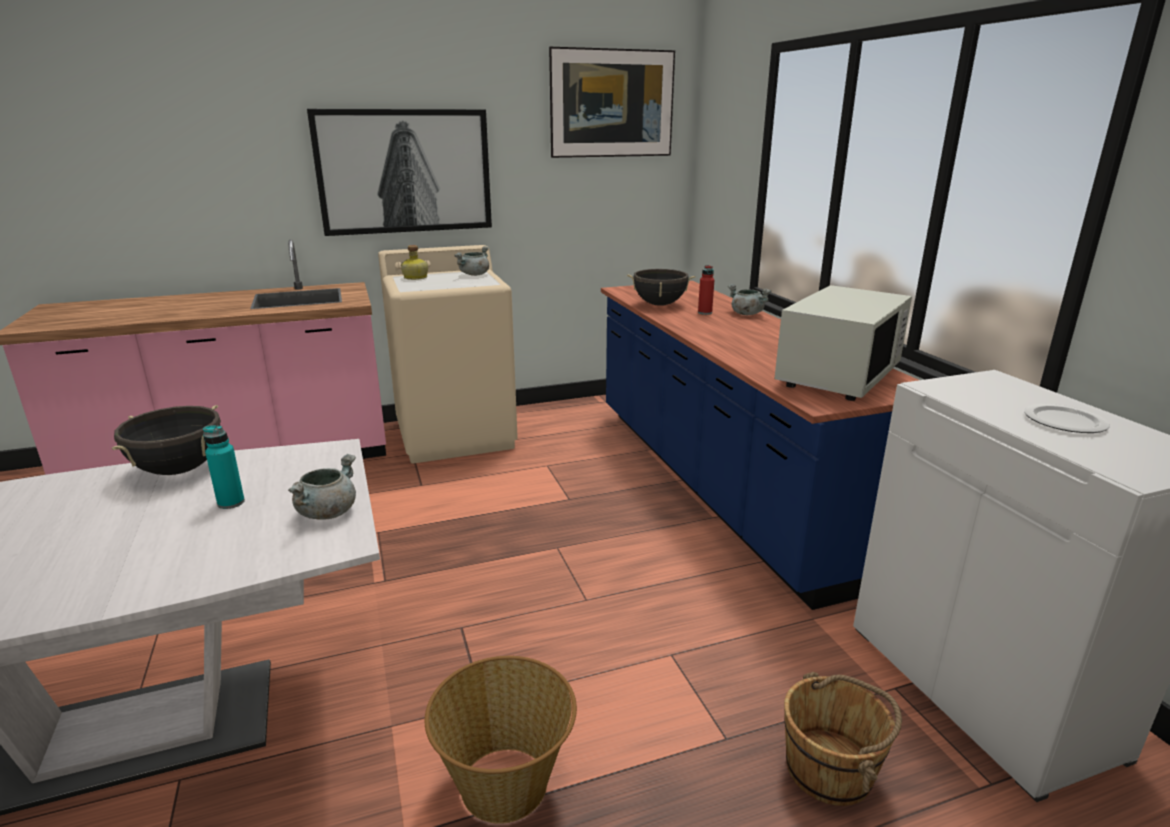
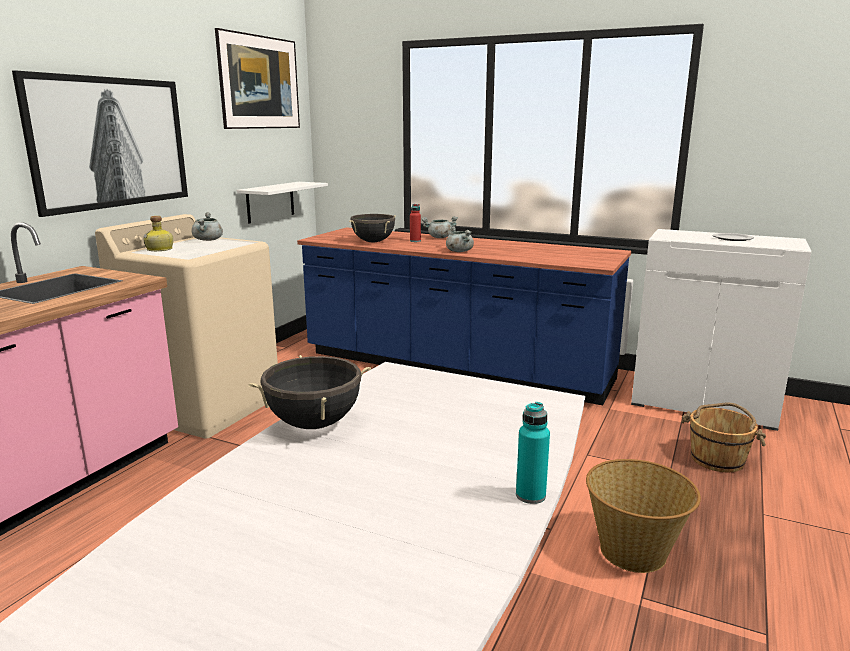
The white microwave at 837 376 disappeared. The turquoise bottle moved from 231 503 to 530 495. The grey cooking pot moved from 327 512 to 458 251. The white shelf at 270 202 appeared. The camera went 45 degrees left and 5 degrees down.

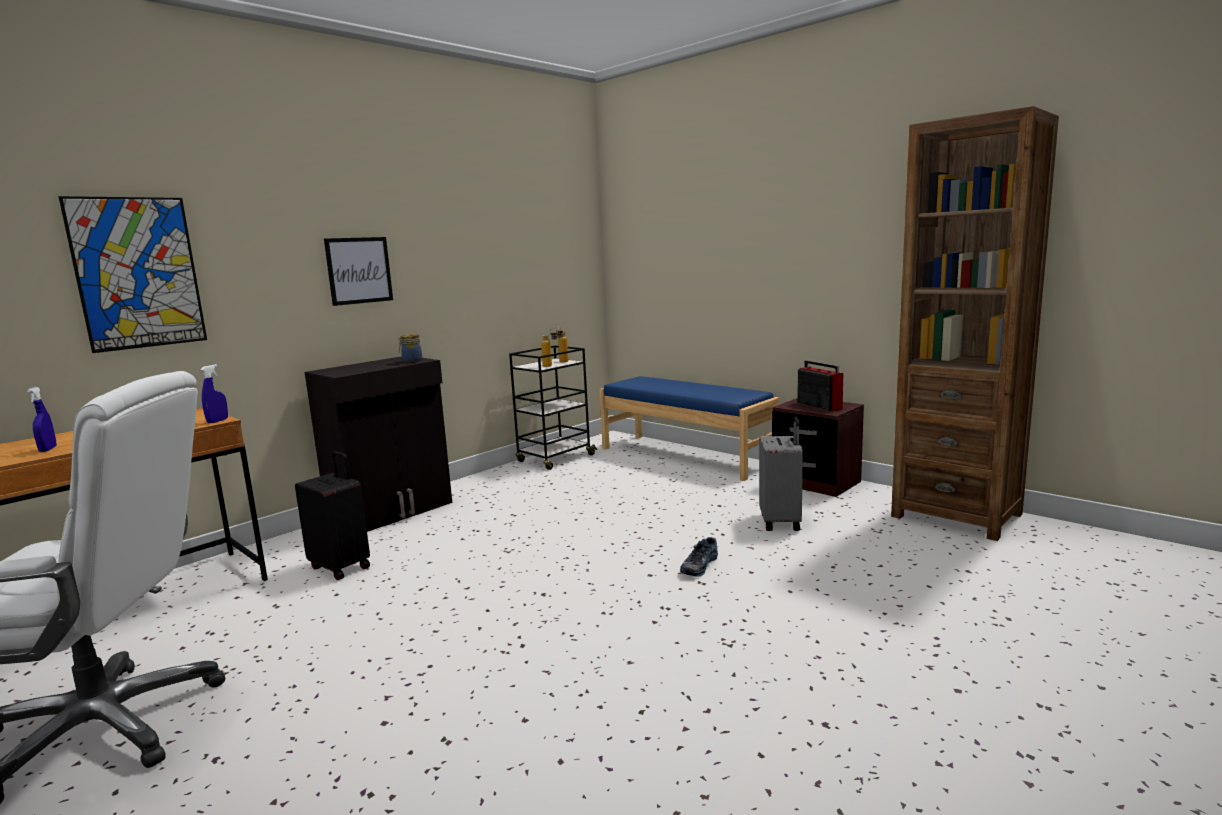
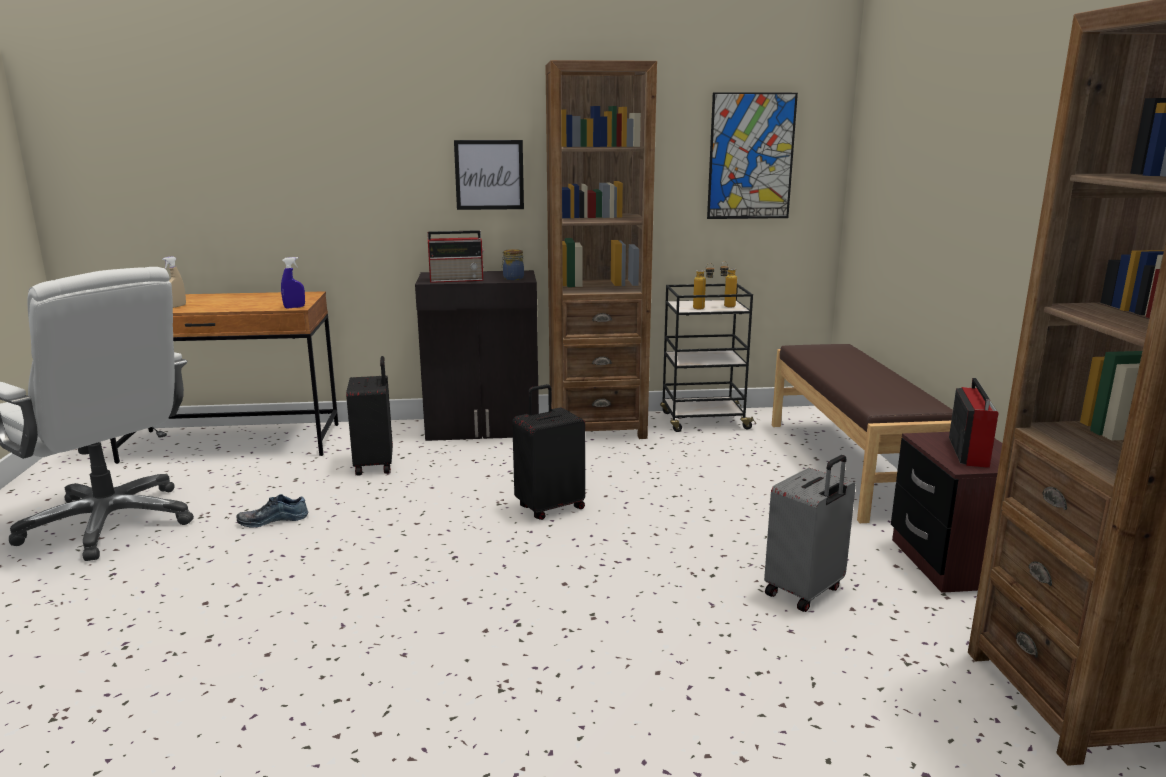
The picture moved from 137 273 to 751 156. The blue bench at 686 456 became the brown bench at 850 466. The blue spray bottle at 48 449 became the beige spray bottle at 177 306. The shoe moved from 698 565 to 273 519. The brown bookcase at 596 426 appeared. The radio at 457 280 appeared. The black suitcase at 549 507 appeared. The camera went 40 degrees right and 5 degrees up.

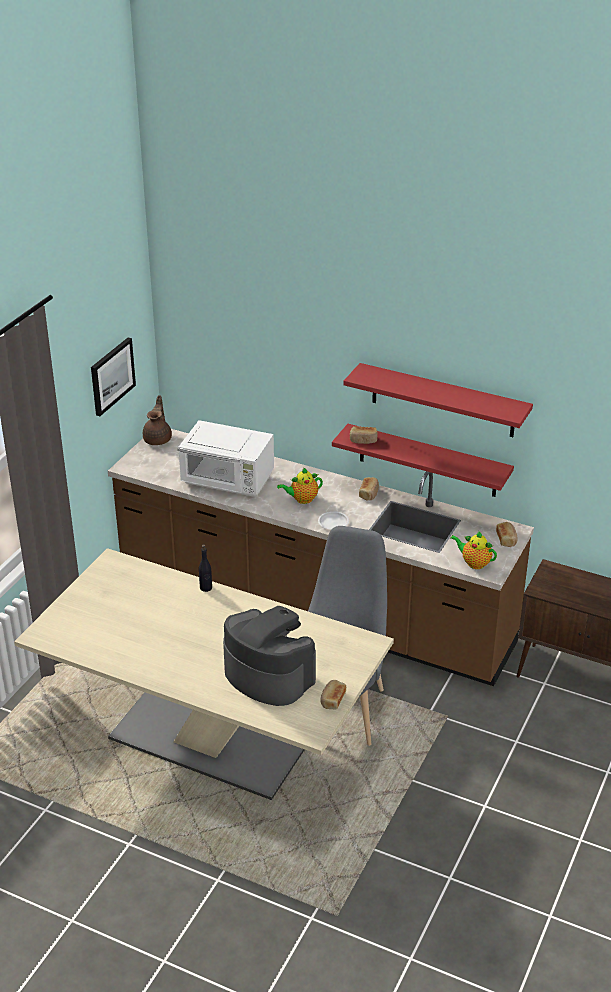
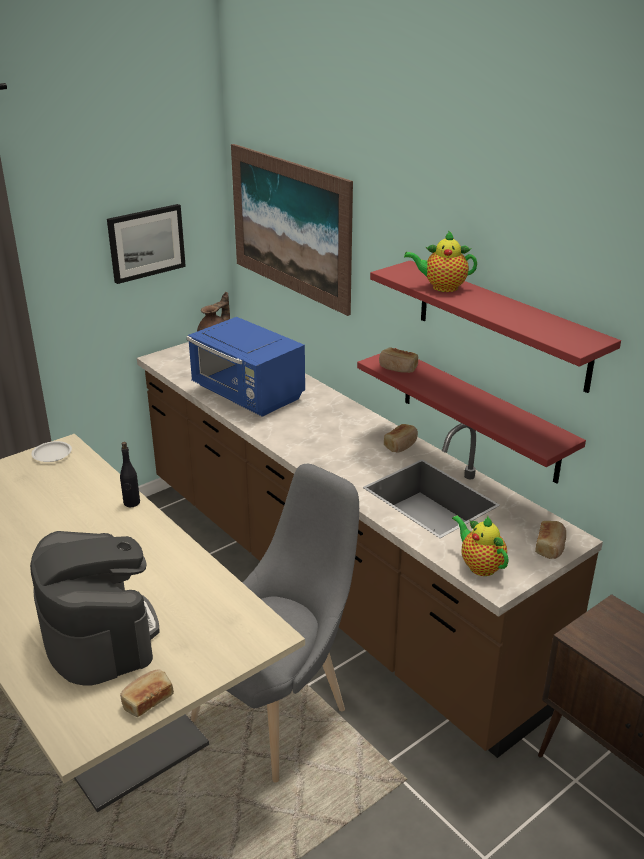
The white microwave at 228 482 became the blue microwave at 248 395. The teapot moved from 302 499 to 442 287. The white plate moved from 333 522 to 52 454. The picture at 290 226 appeared. The camera went 25 degrees right and 5 degrees down.

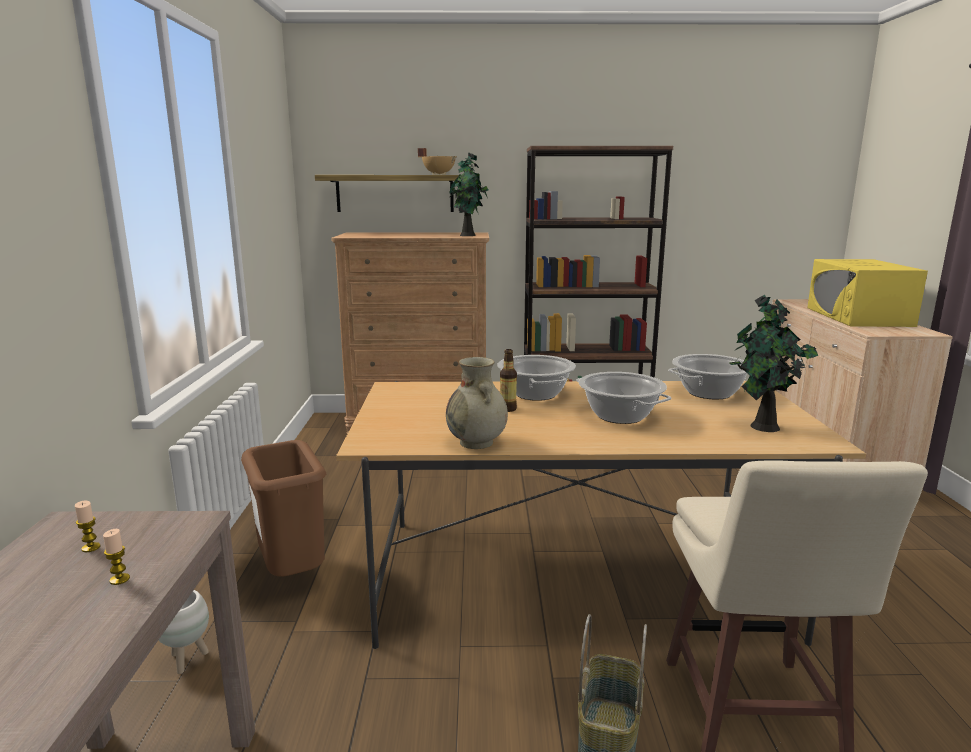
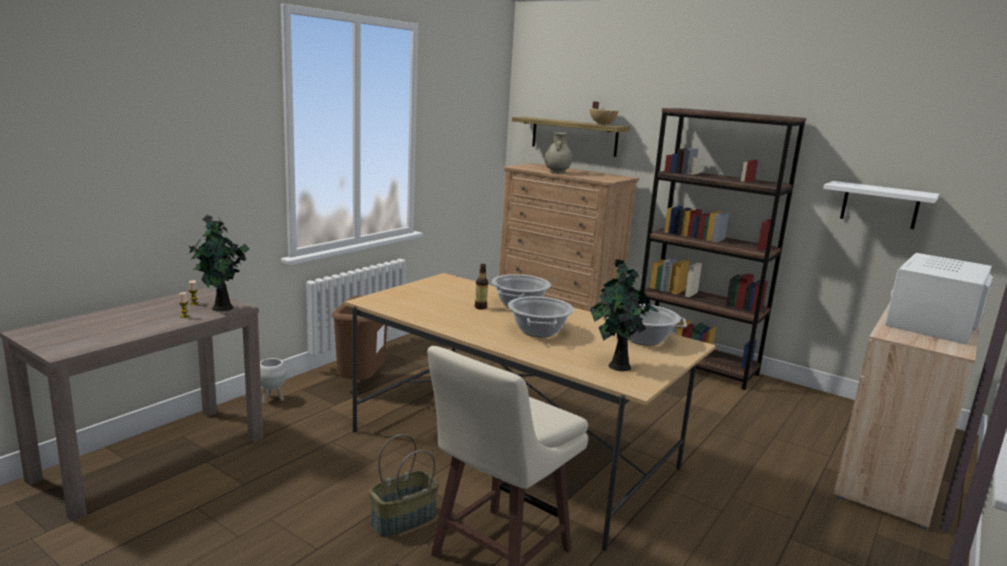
The potted plant moved from 468 235 to 222 308. The yellow microwave at 858 317 became the white microwave at 932 322. The beige vase moved from 477 443 to 557 172. The white shelf at 880 205 appeared. The camera went 35 degrees right and 0 degrees up.

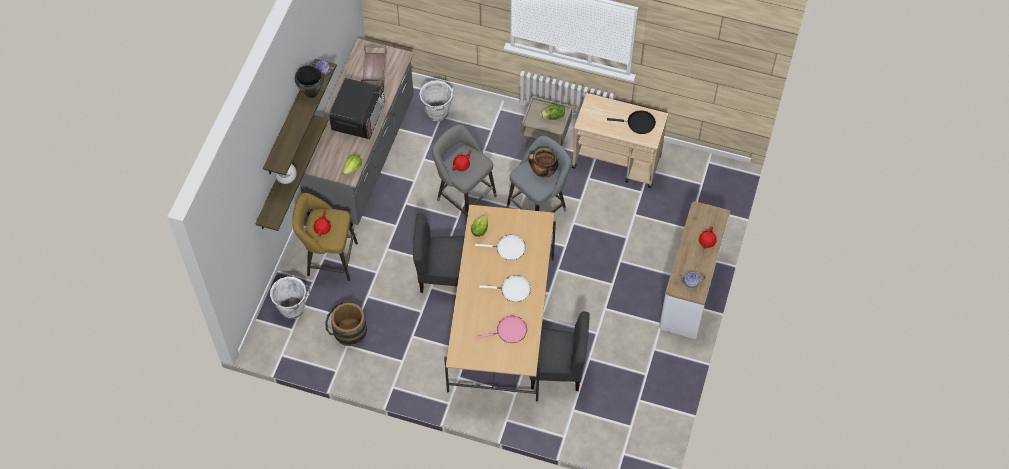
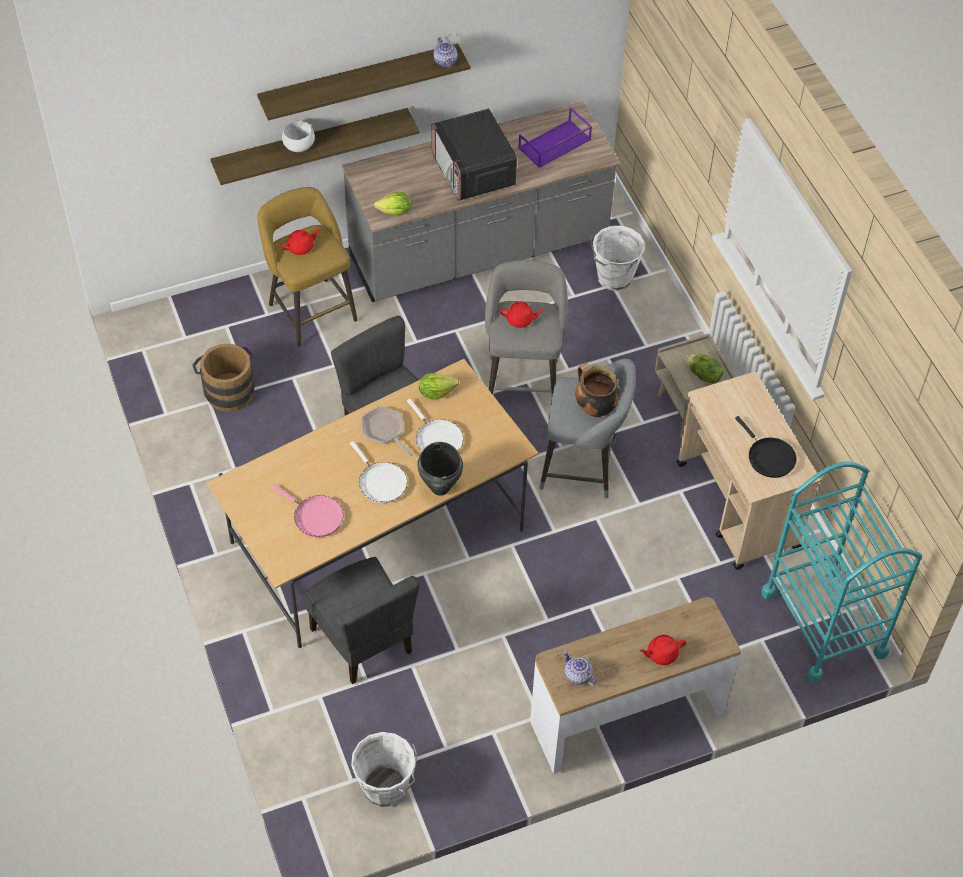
The brown tray at 374 70 became the purple tray at 554 144. The black cooking pot moved from 311 93 to 440 487. The microwave at 358 117 turned 90 degrees clockwise. The white bucket moved from 293 308 to 386 788. The frying pan at 384 431 appeared. The turquoise cart at 823 623 appeared. The camera went 50 degrees right and 5 degrees down.

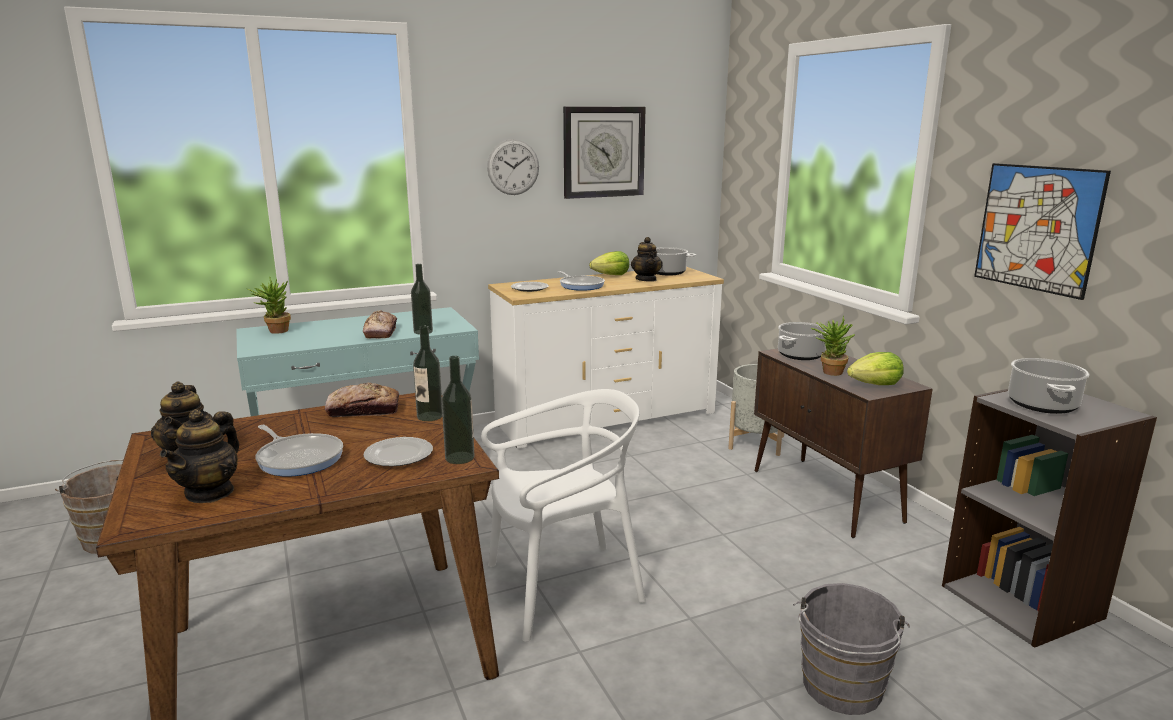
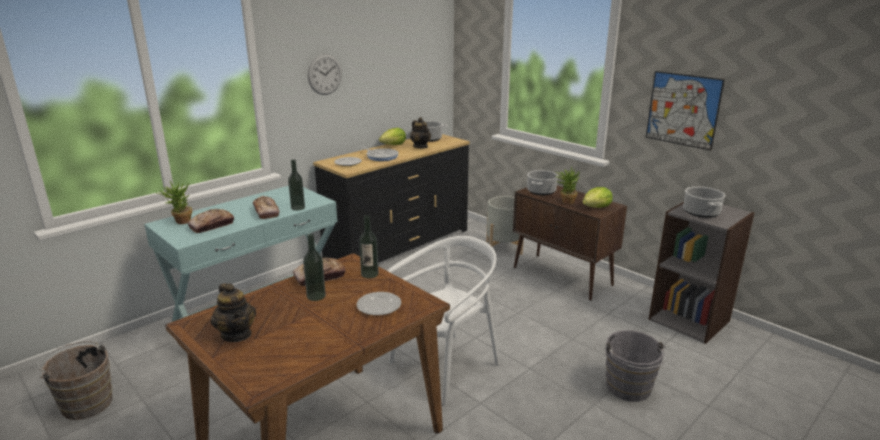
The wall clock at 603 152 disappeared. The white dresser at 606 418 became the black dresser at 398 245. The bottle moved from 460 458 to 316 296. The teapot at 210 492 disappeared. The frying pan at 299 458 disappeared. The bread at 212 225 appeared. The camera went 20 degrees left and 5 degrees up.

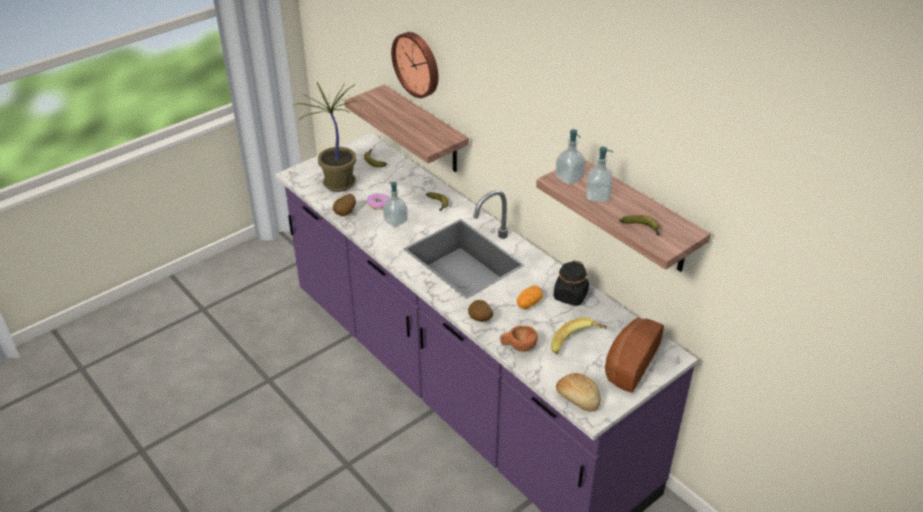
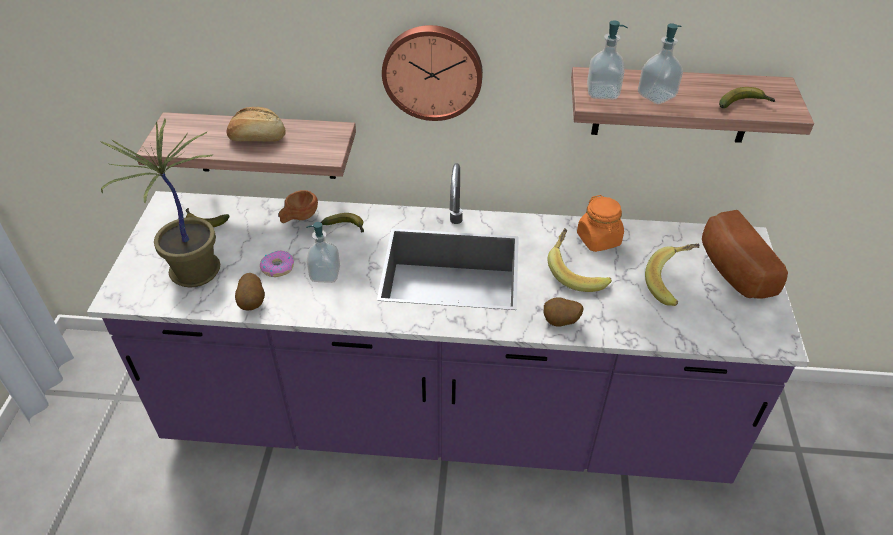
The wall clock moved from 417 64 to 432 71. The black jar at 570 296 became the orange jar at 599 239. The potato at 529 303 was replaced by the banana at 576 272. The brown cup moved from 518 347 to 299 218. The bread moved from 578 399 to 257 137. The camera went 45 degrees left and 5 degrees up.

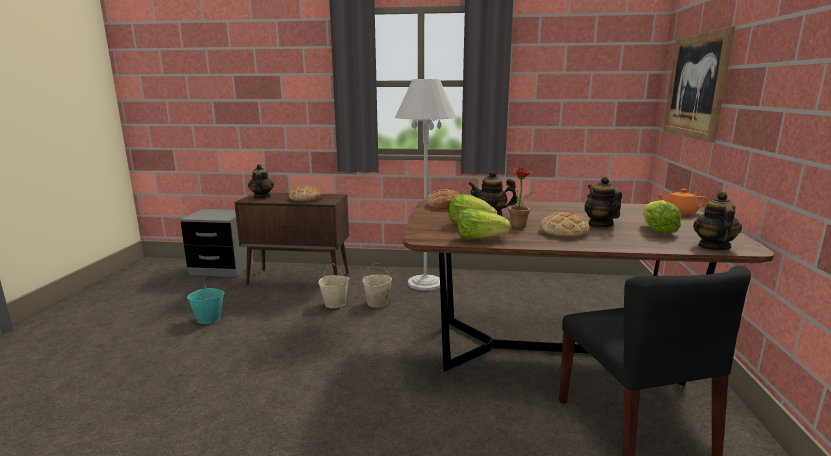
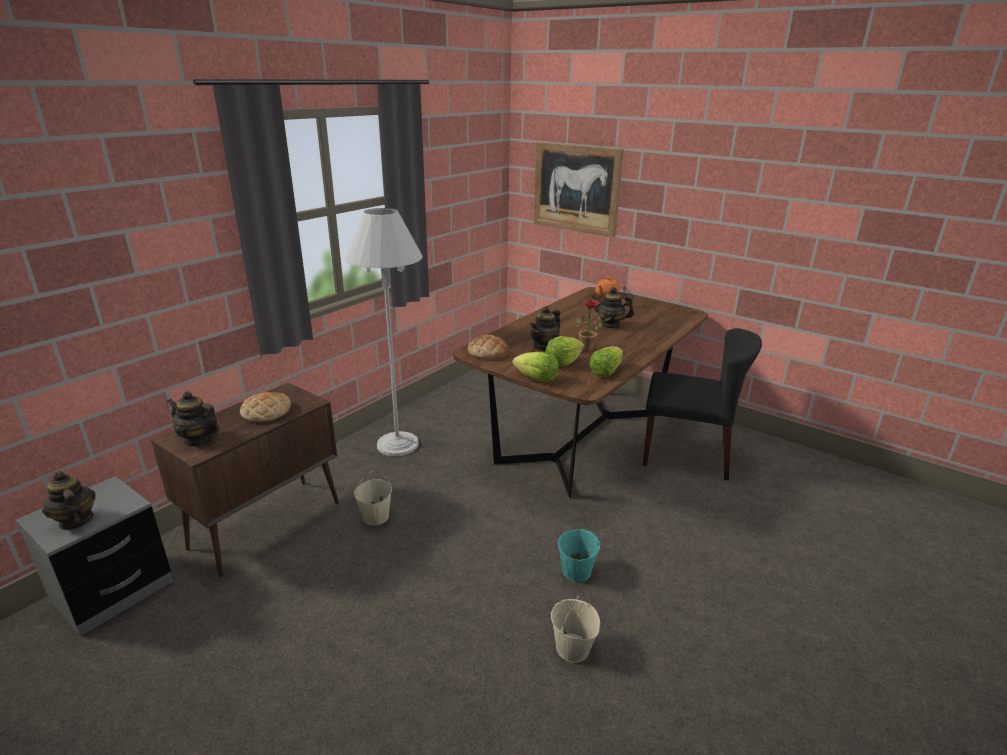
The teapot moved from 713 247 to 75 521. The lettuce moved from 657 230 to 536 379. The bread at 564 232 disappeared. The beige bucket moved from 377 303 to 573 648. The turquoise bucket moved from 209 319 to 576 571. The camera went 60 degrees left and 10 degrees up.

